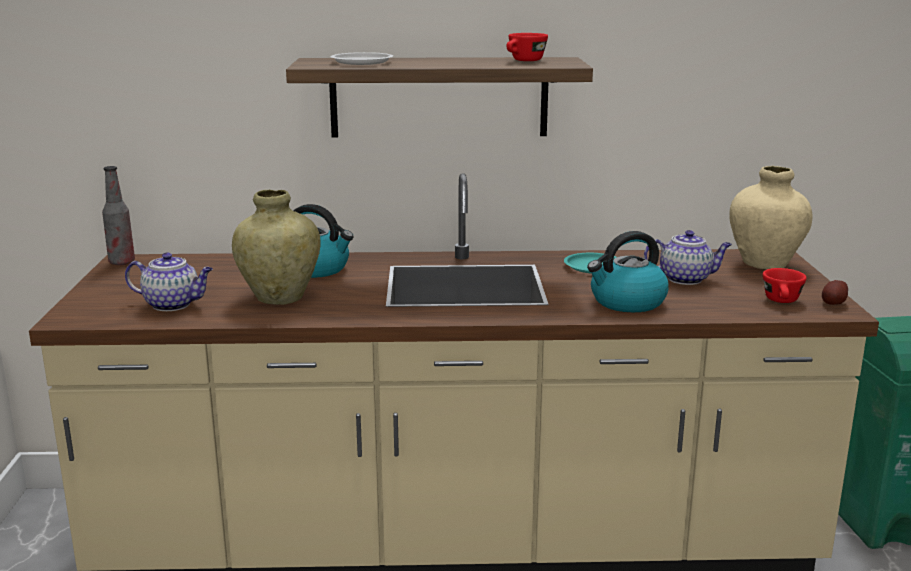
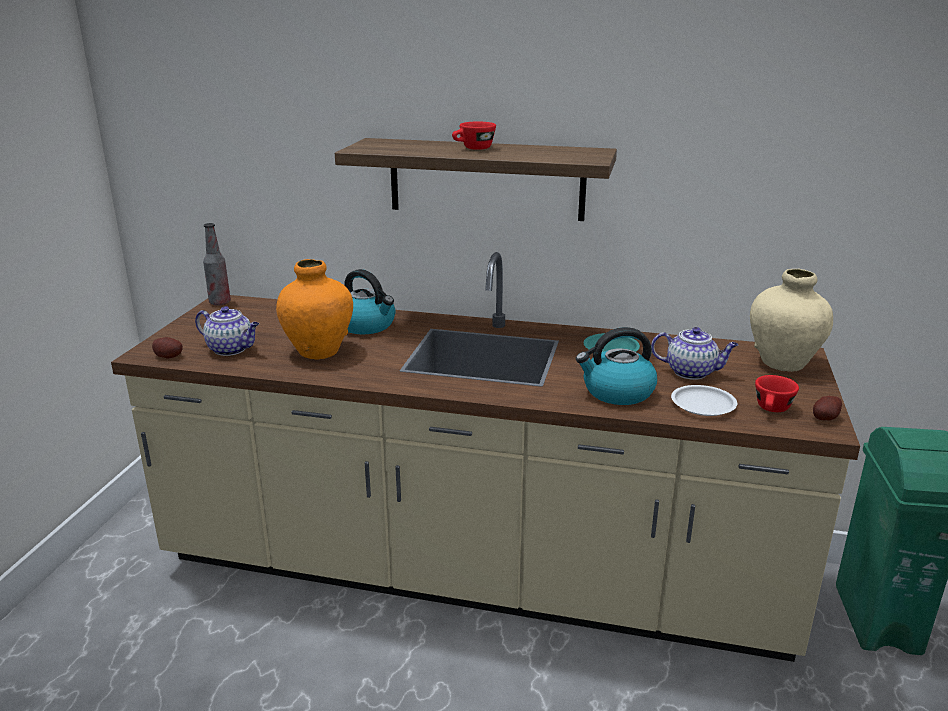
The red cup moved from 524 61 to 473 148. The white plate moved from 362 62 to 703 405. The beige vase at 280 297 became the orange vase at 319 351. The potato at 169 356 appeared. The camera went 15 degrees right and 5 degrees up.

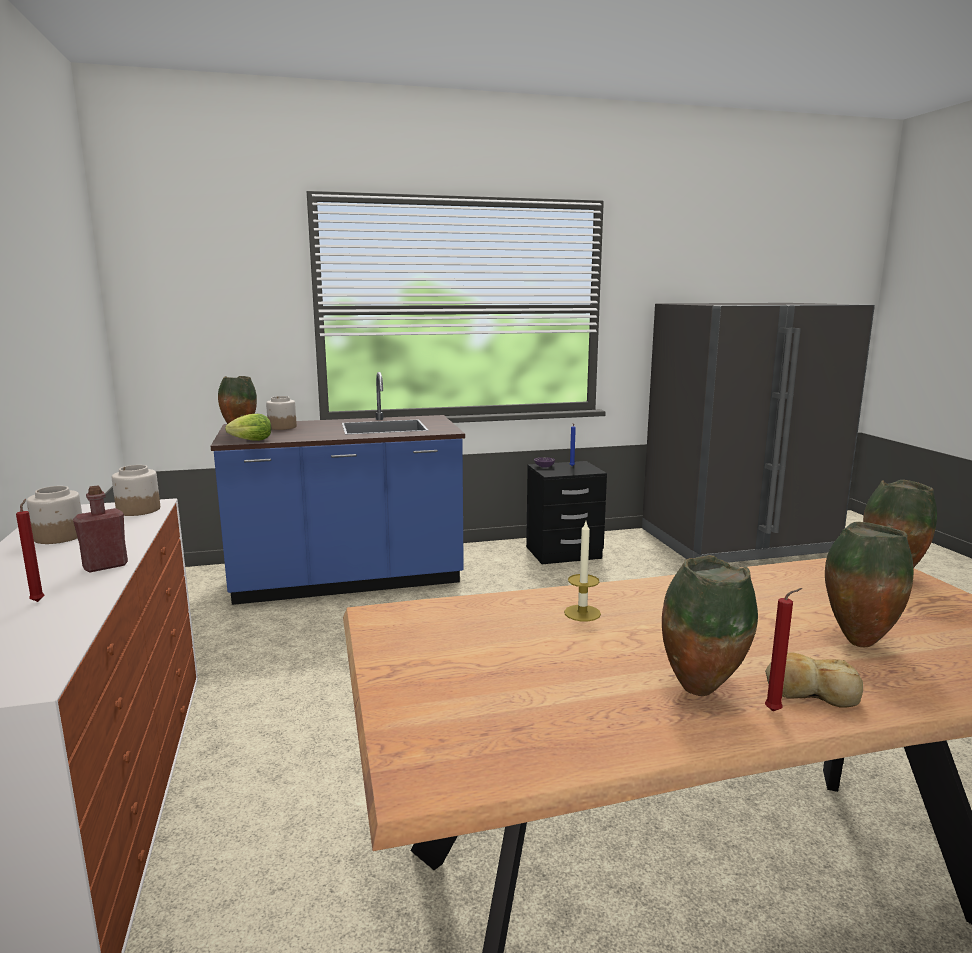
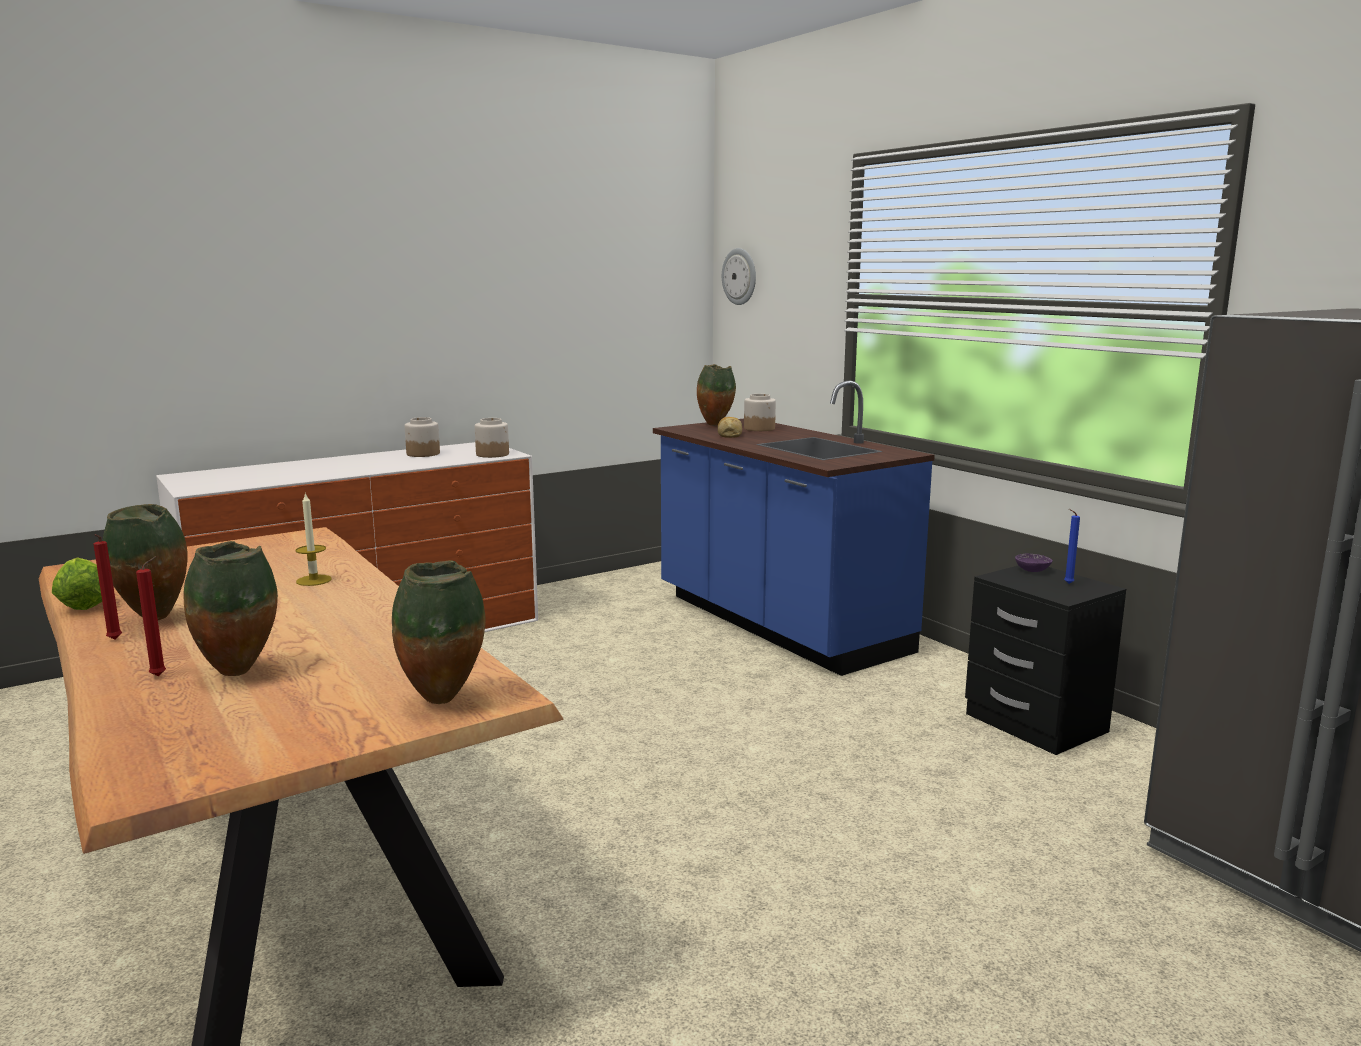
The lettuce moved from 249 441 to 83 604. The red bottle at 105 566 disappeared. The red candle moved from 38 600 to 161 676. The bread moved from 810 692 to 729 434. The wall clock at 740 276 appeared. The camera went 70 degrees right and 0 degrees up.

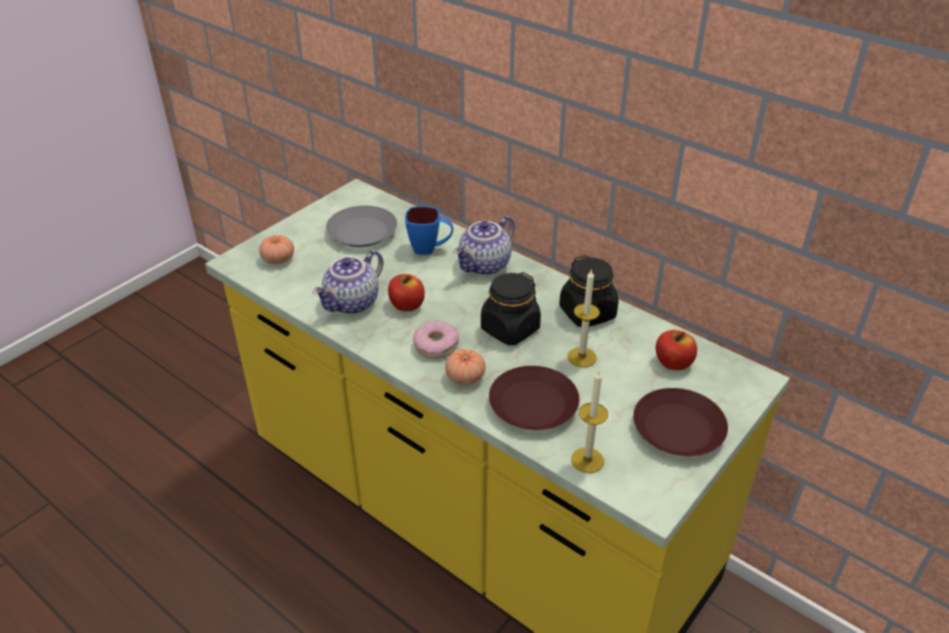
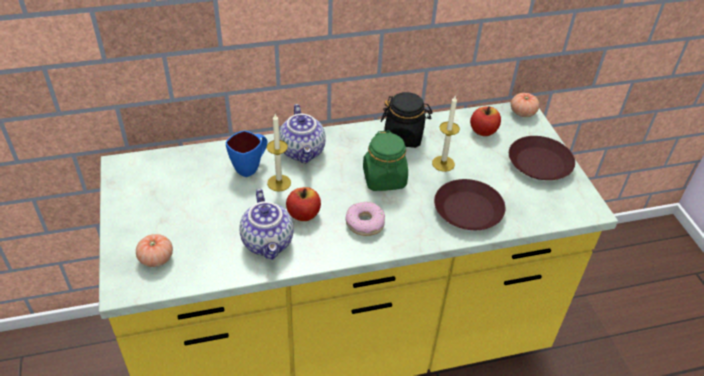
The grey plate at 361 232 disappeared. The black jar at 510 329 became the green jar at 384 179. The tomato moved from 465 377 to 522 112. The candle moved from 587 460 to 279 183. The camera went 55 degrees left and 5 degrees up.

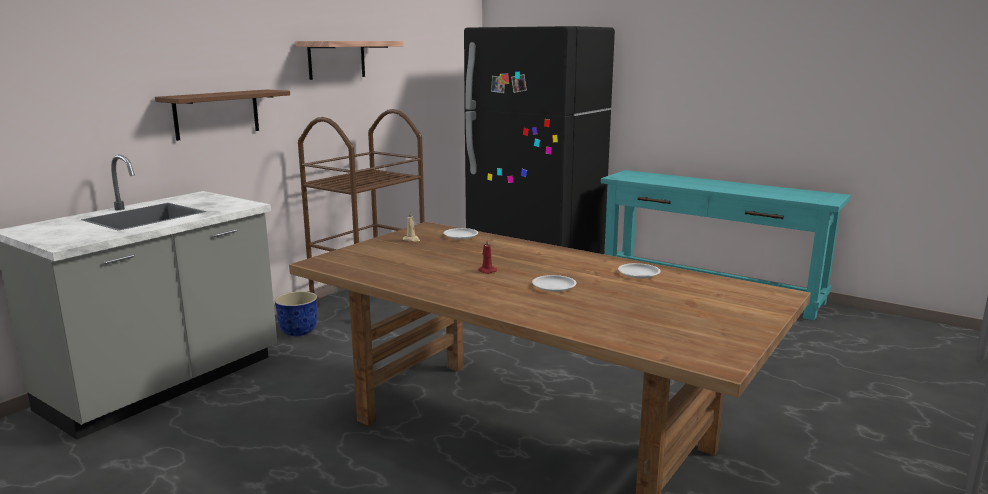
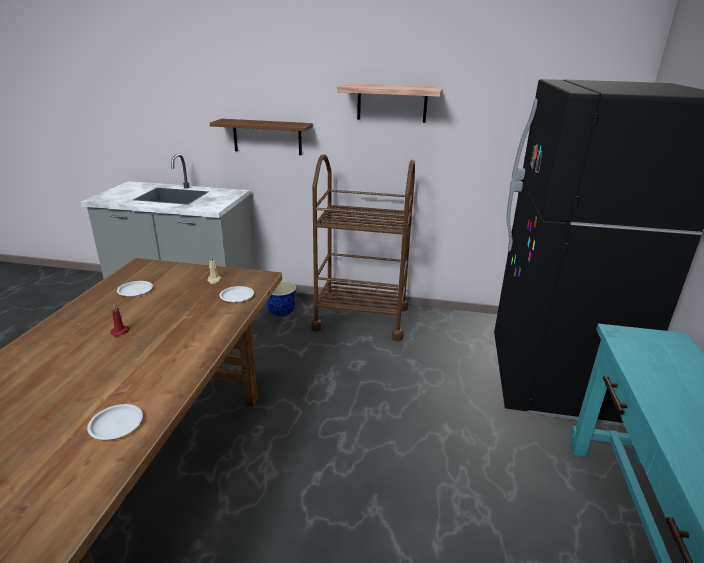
The white plate moved from 553 286 to 135 291. The camera went 65 degrees right and 10 degrees up.

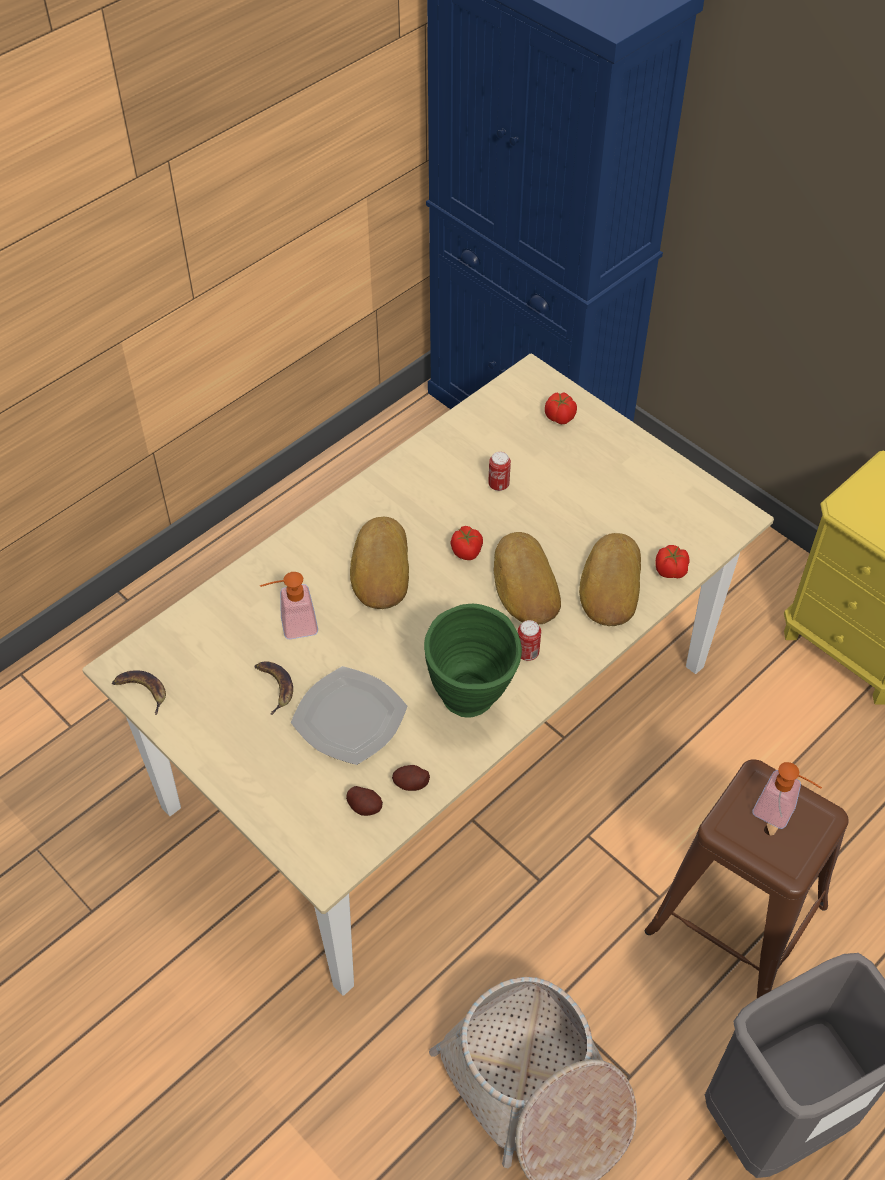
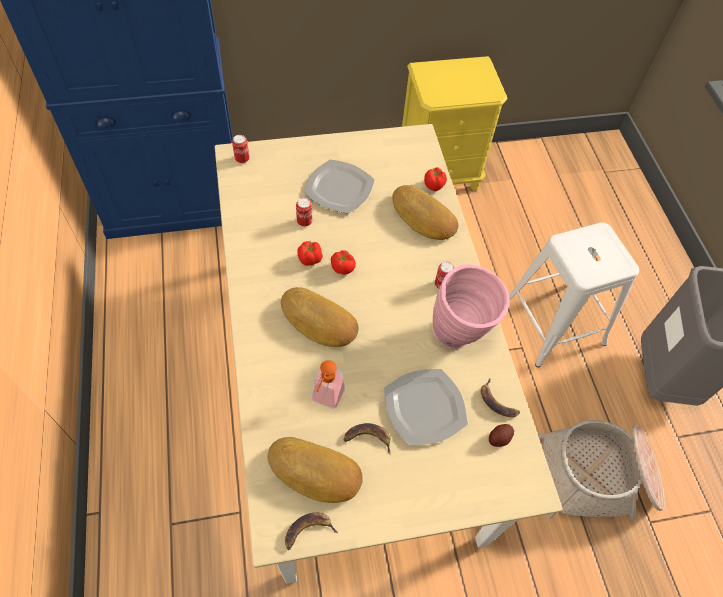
The tomato moved from 560 418 to 310 259. The bread moved from 523 585 to 314 473. The green vase at 472 705 became the pink vase at 461 335. The brown stool at 736 919 became the white stool at 553 323. The soap dispenser at 780 814 disappeared. The potato at 411 784 was replaced by the banana at 497 402. The can at 242 159 appeared. The plate at 339 187 appeared. The camera went 60 degrees left and 5 degrees up.

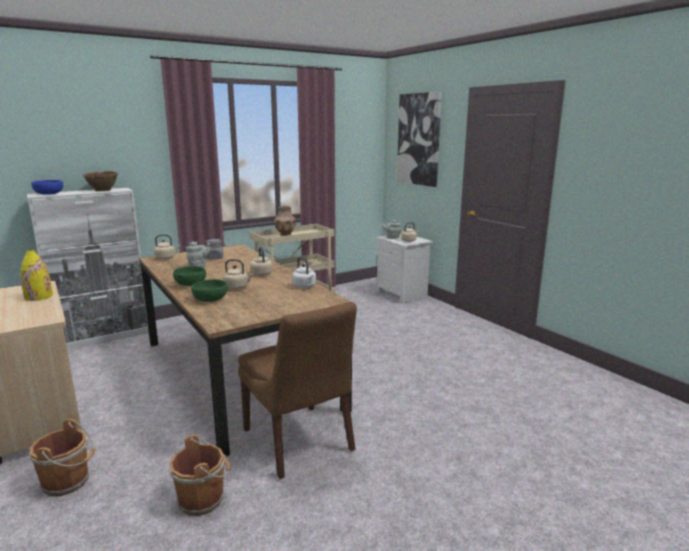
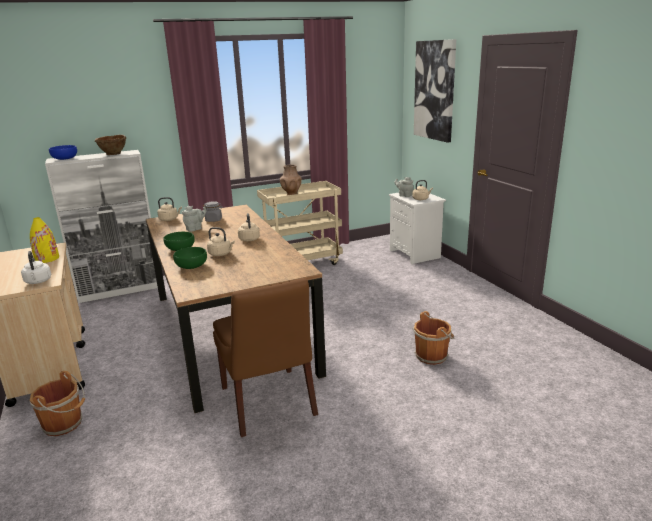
The white kettle moved from 305 286 to 38 282. The brown bucket moved from 203 499 to 432 356. The camera went 10 degrees right and 5 degrees up.

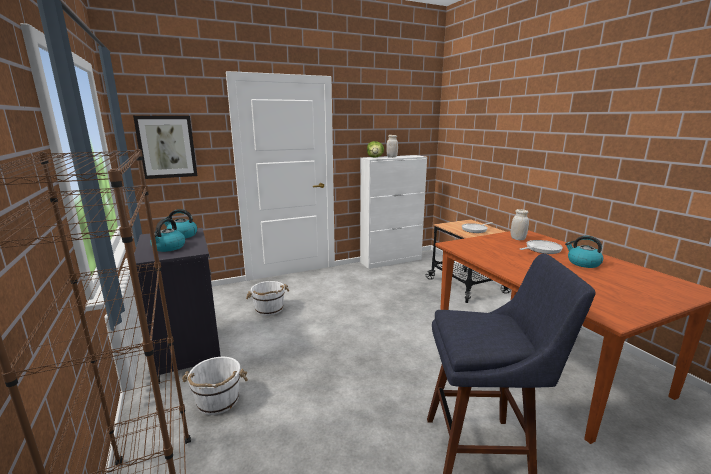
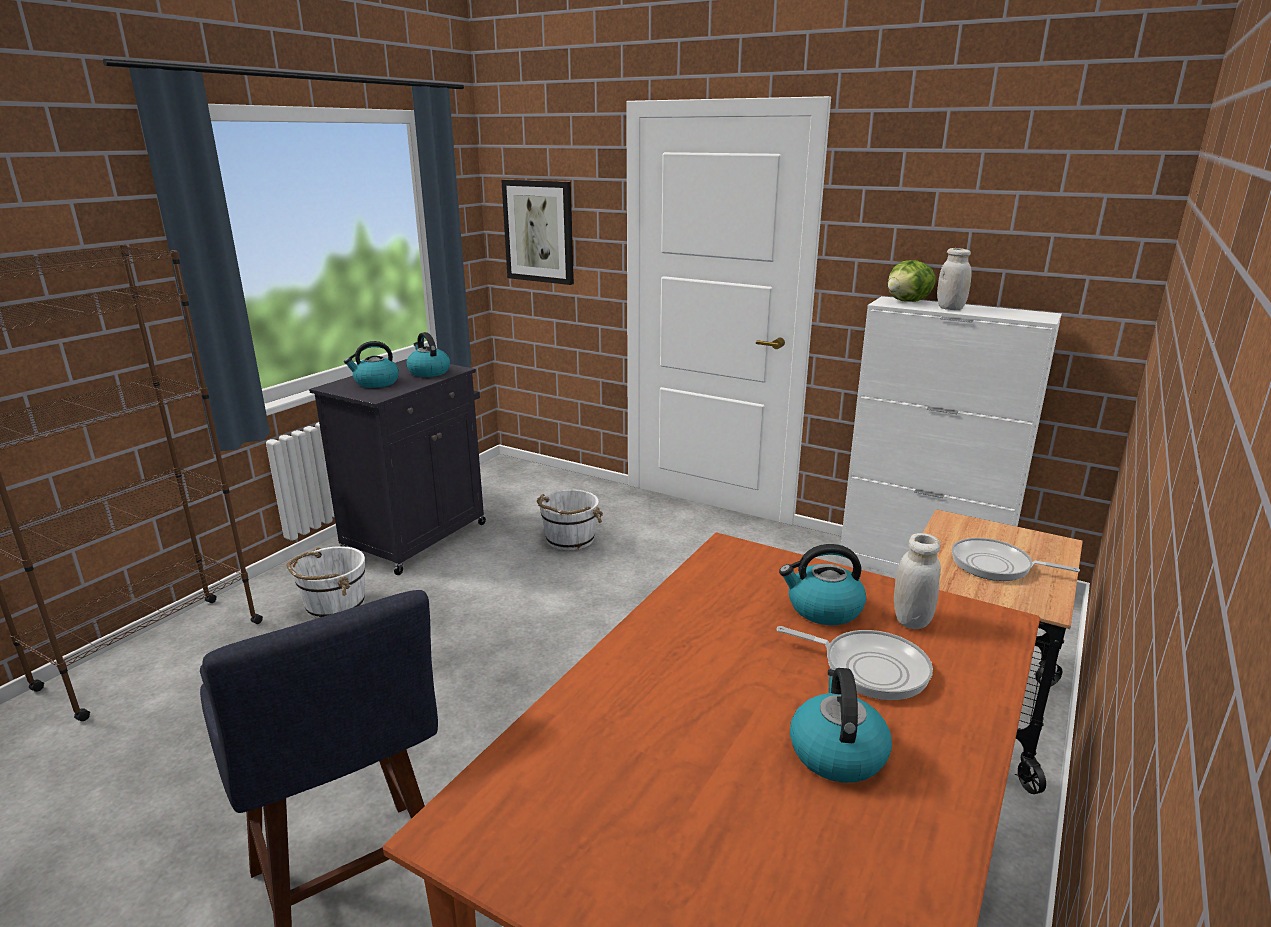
The kettle at 823 609 appeared. The camera went 55 degrees right and 5 degrees up.

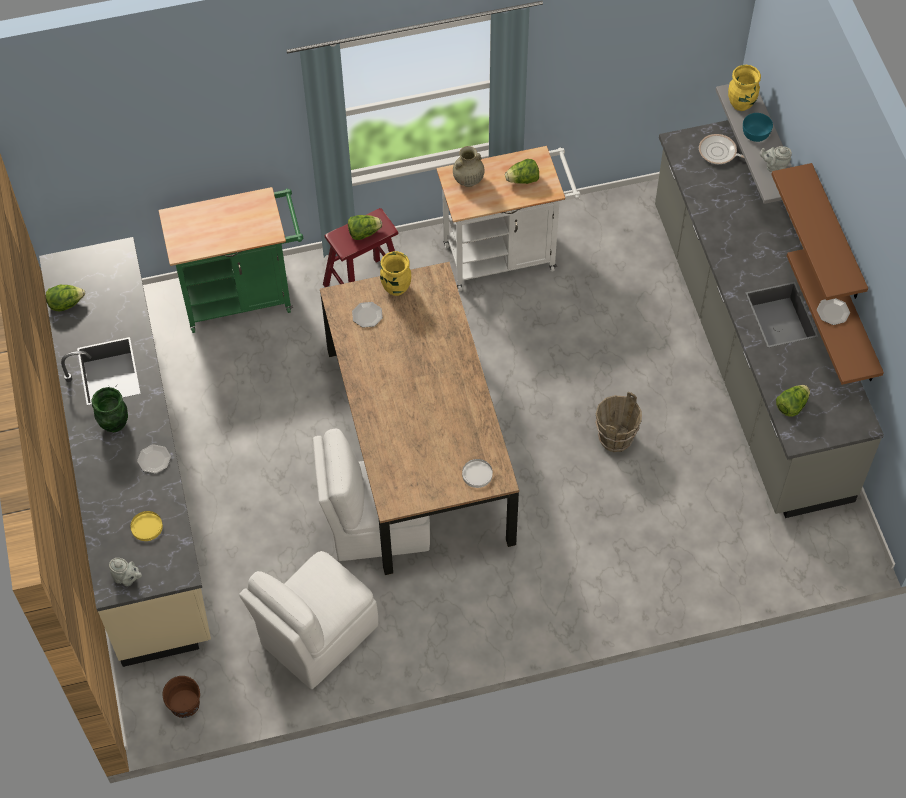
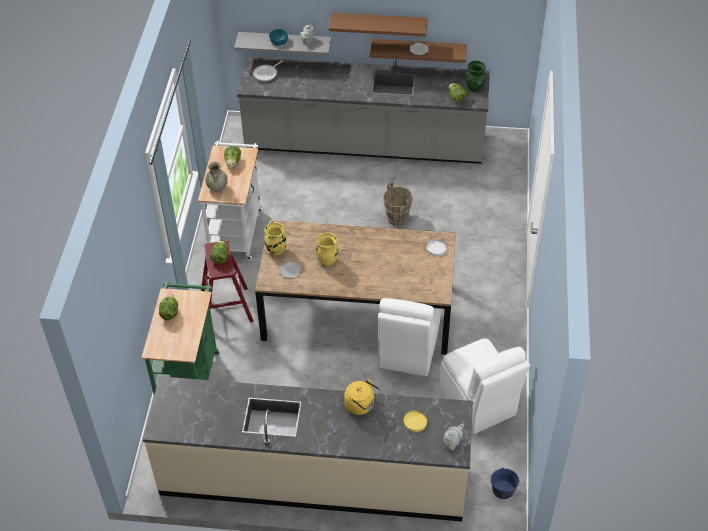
The yellow vase moved from 741 104 to 327 261. The lettuce moved from 66 304 to 169 313. The green vase moved from 115 424 to 475 88. The plate at 154 460 was replaced by the yellow kettle at 361 405. The brown bucket at 184 704 became the blue bucket at 503 490. The camera went 70 degrees left and 10 degrees down.

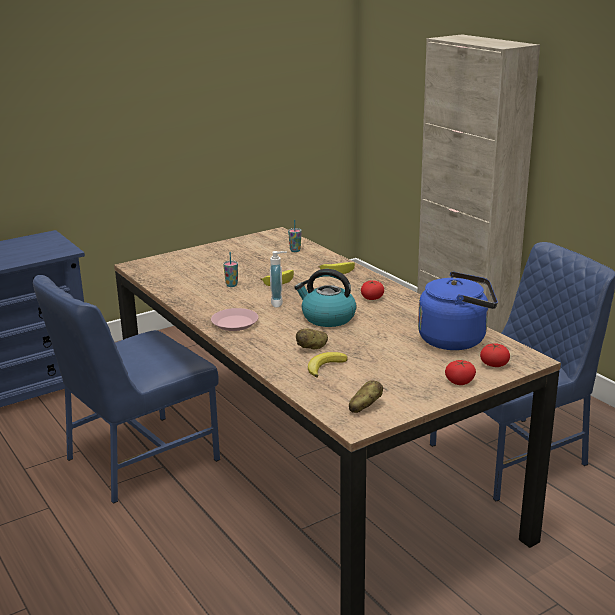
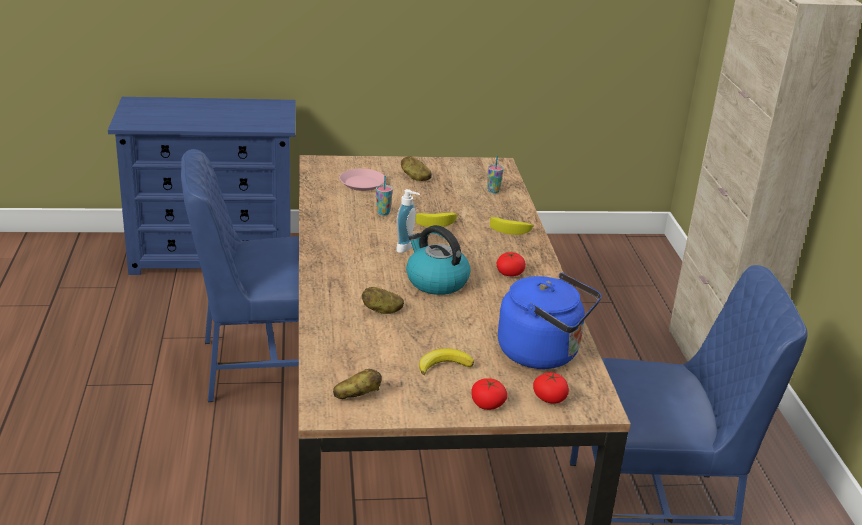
The pink plate moved from 235 323 to 362 183. The banana moved from 325 366 to 444 365. The potato at 415 177 appeared. The camera went 25 degrees right and 5 degrees up.

